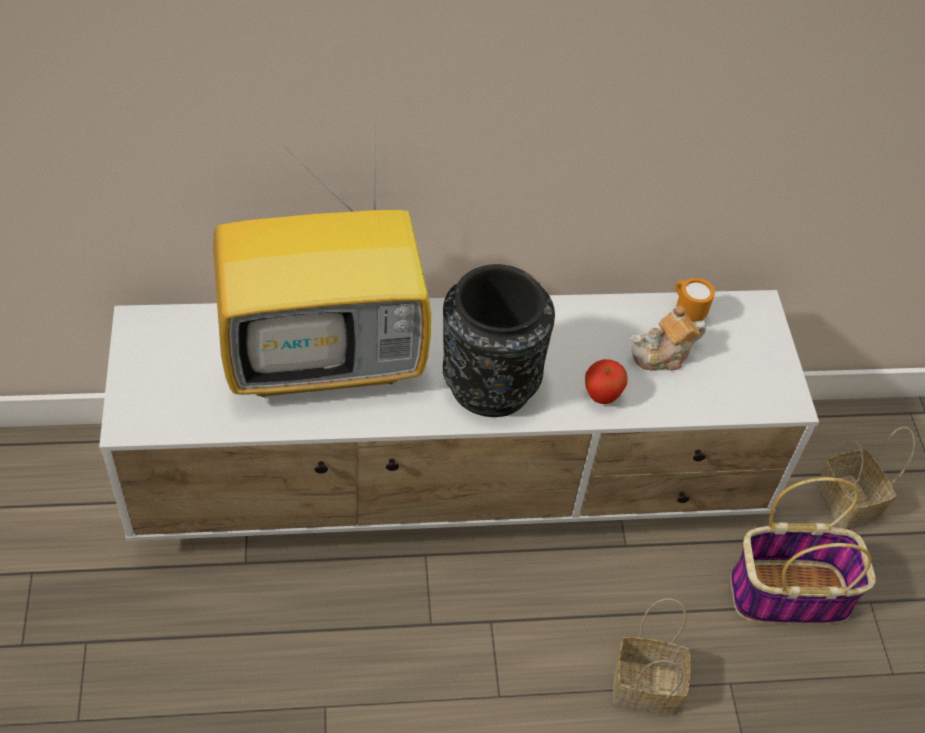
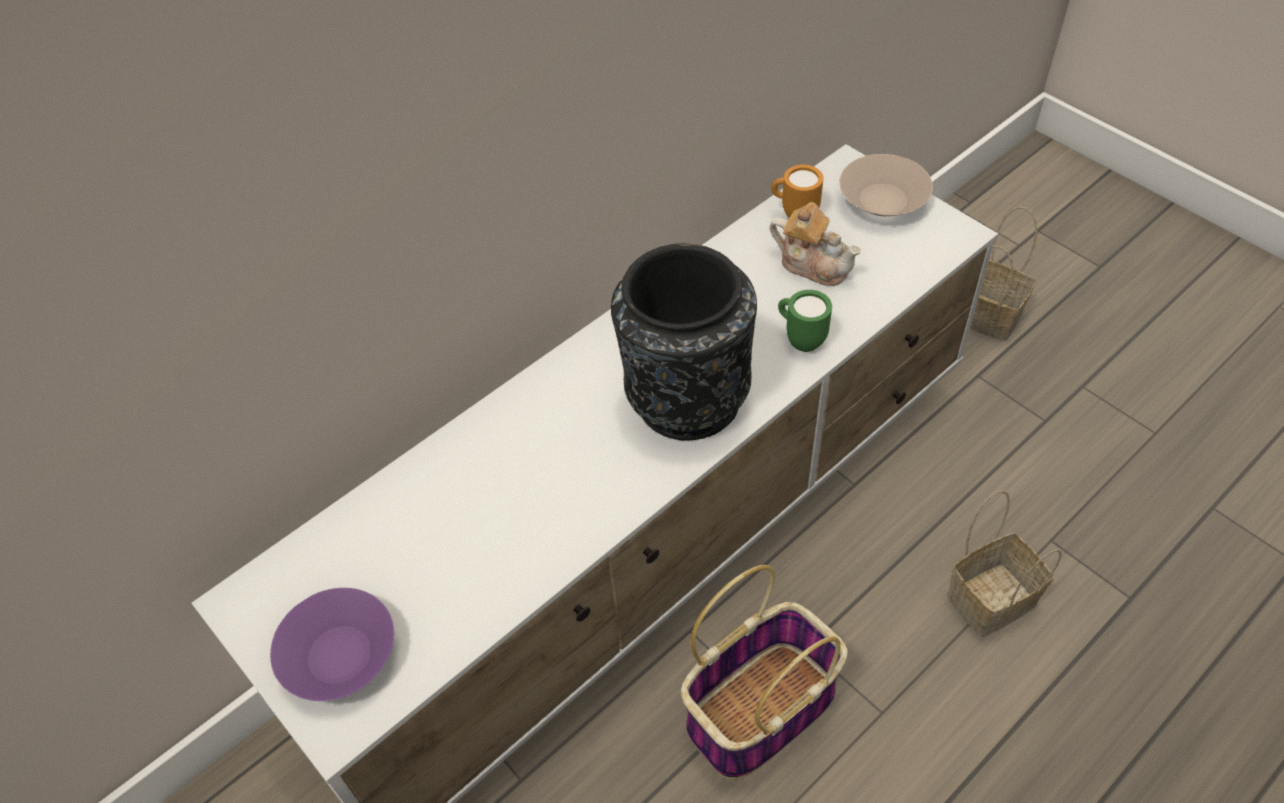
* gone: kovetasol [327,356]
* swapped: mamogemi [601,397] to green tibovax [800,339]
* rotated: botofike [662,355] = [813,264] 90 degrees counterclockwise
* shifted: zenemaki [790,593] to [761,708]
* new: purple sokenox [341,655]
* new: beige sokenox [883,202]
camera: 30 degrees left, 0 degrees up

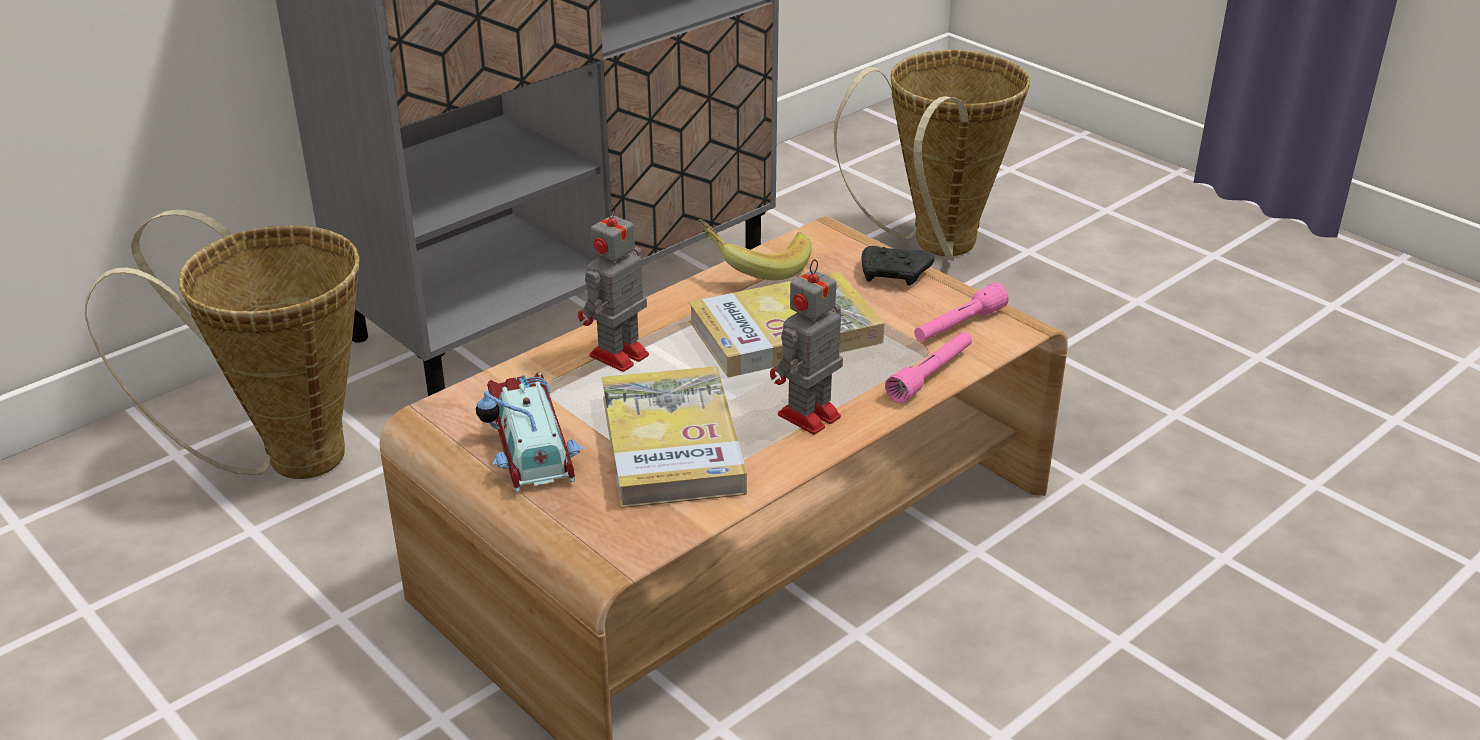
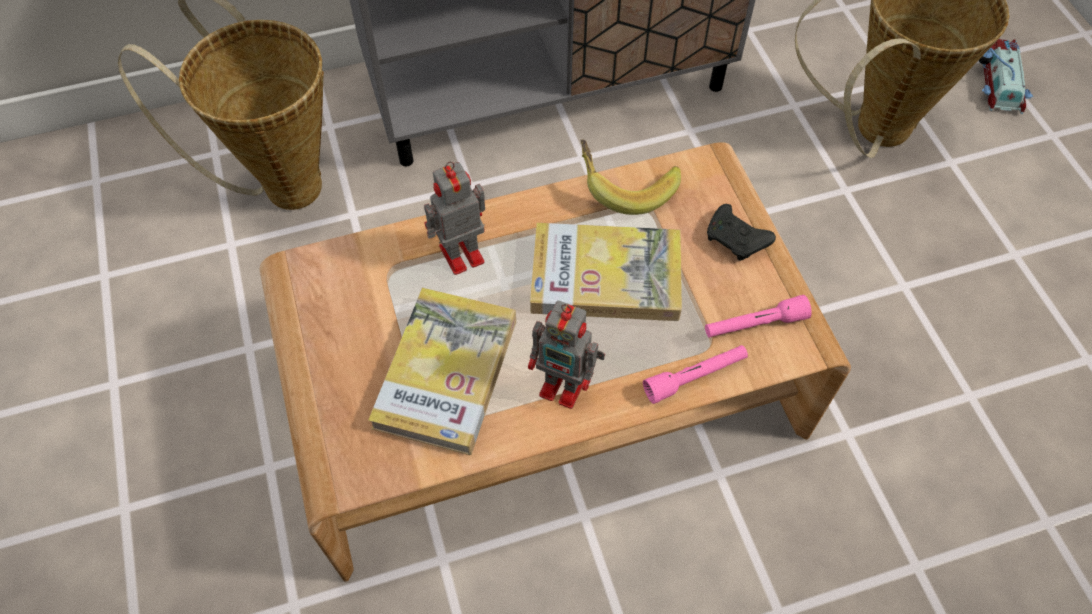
* shifted: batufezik [526,443] to [997,81]
* rotated: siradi [807,417] = [566,385] 135 degrees counterclockwise
camera: 25 degrees right, 25 degrees up

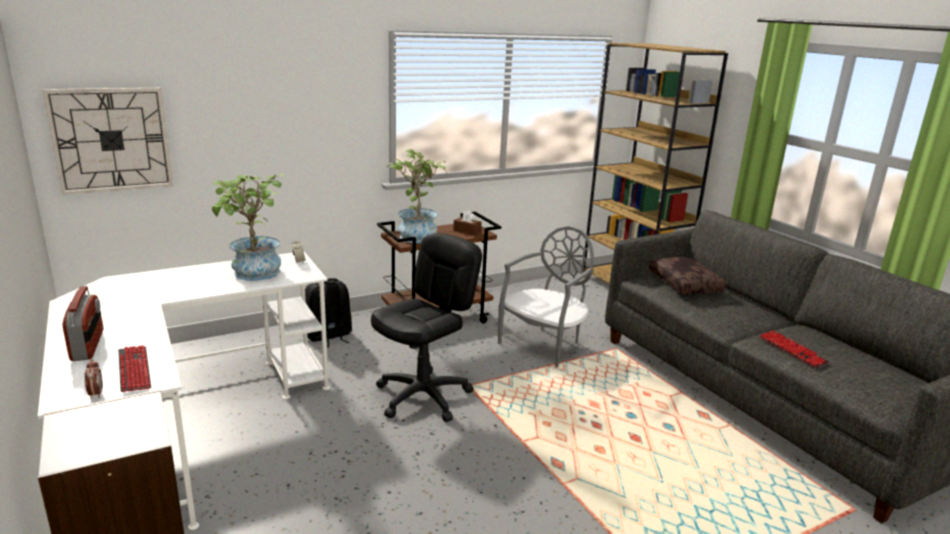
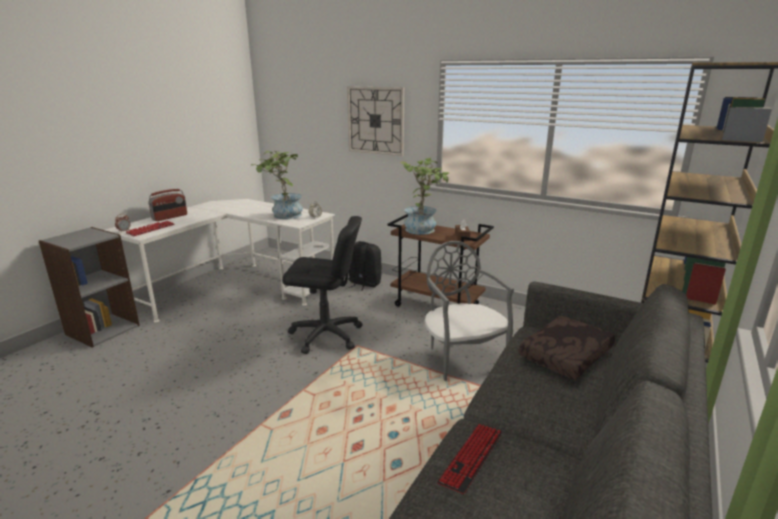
* shifted: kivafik [111,140] to [375,120]
* rotated: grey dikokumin [544,345] = [462,357] 120 degrees counterclockwise
camera: 60 degrees right, 0 degrees up

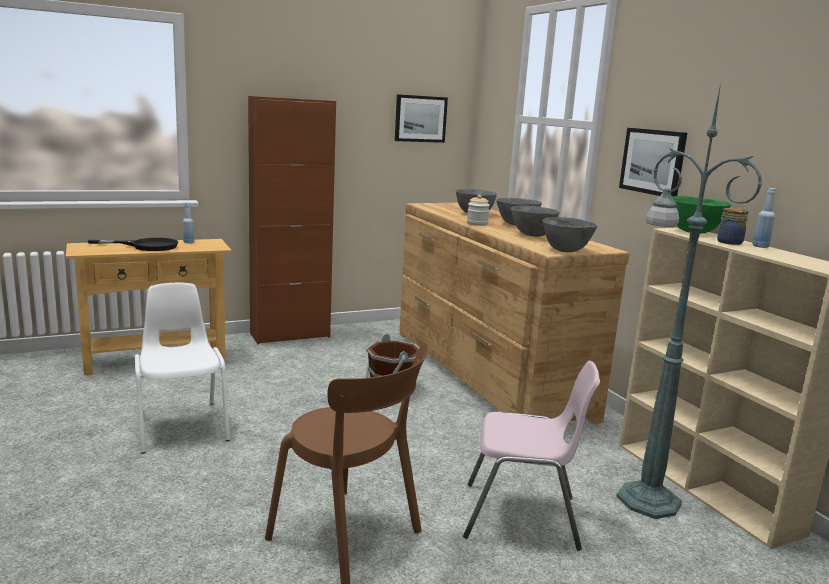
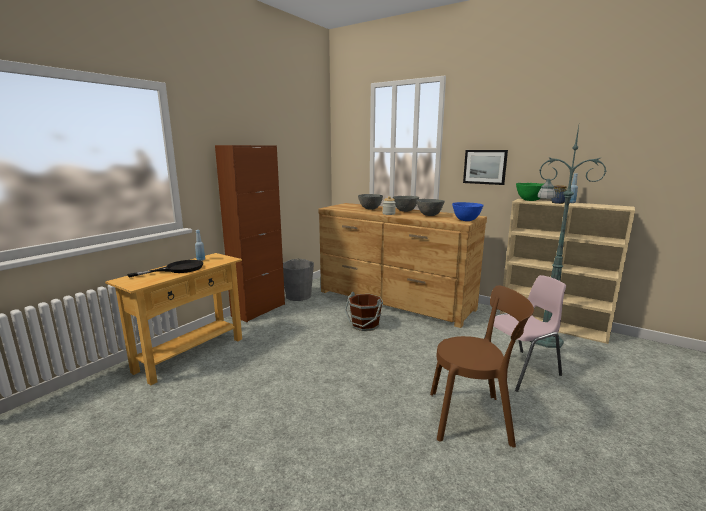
* gone: white dikokumin [182,425]
* gone: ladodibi [420,119]
* repainted: grey sokenox [565,250] to blue sokenox [466,220]
* new: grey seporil [298,296]
camera: 30 degrees left, 0 degrees up

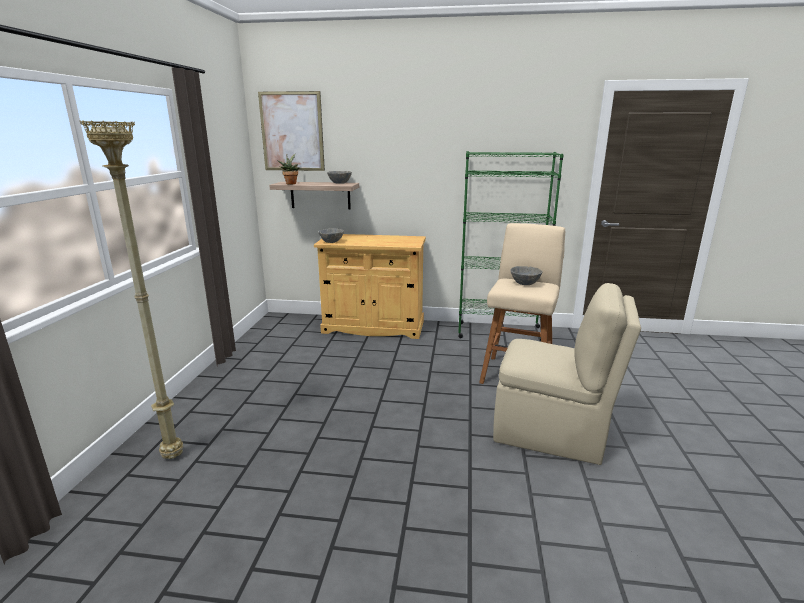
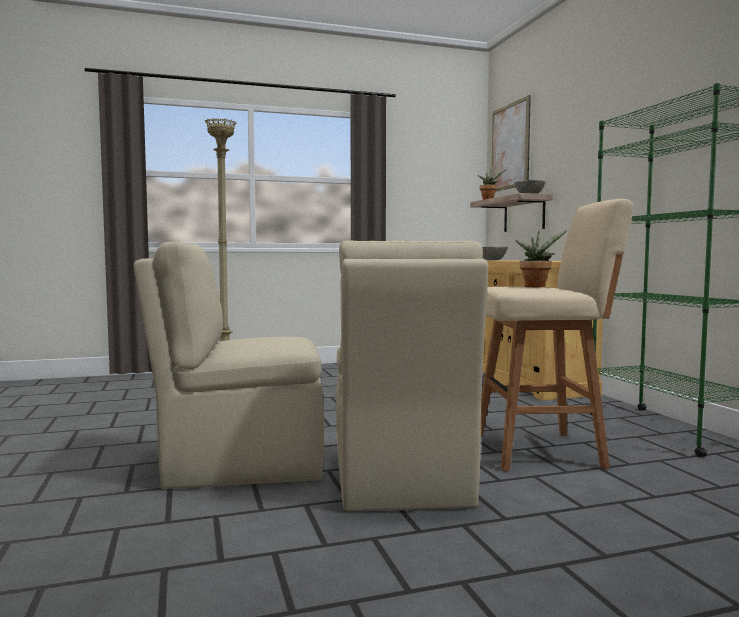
* swapped: grey sokenox [525,283] to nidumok [536,286]
* new: beige dikokumin [240,465]
camera: 65 degrees right, 15 degrees down

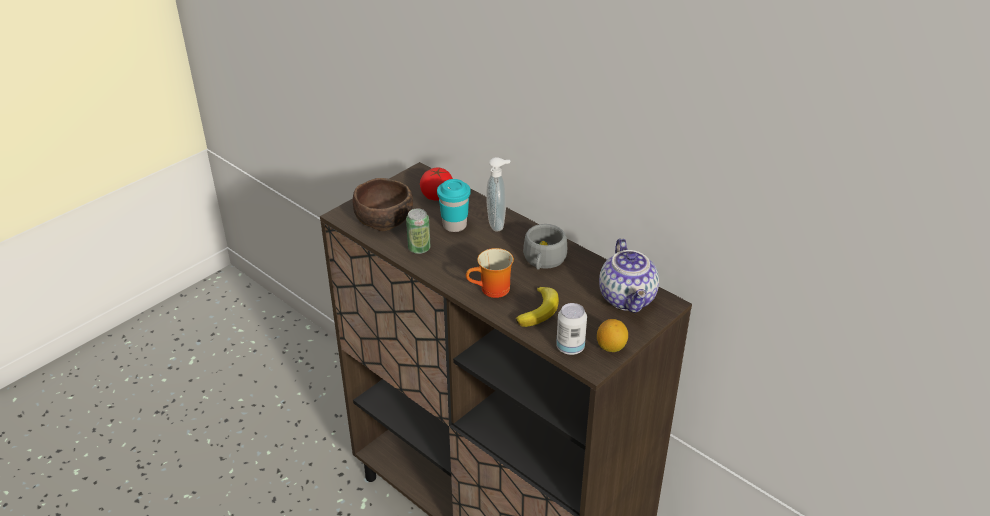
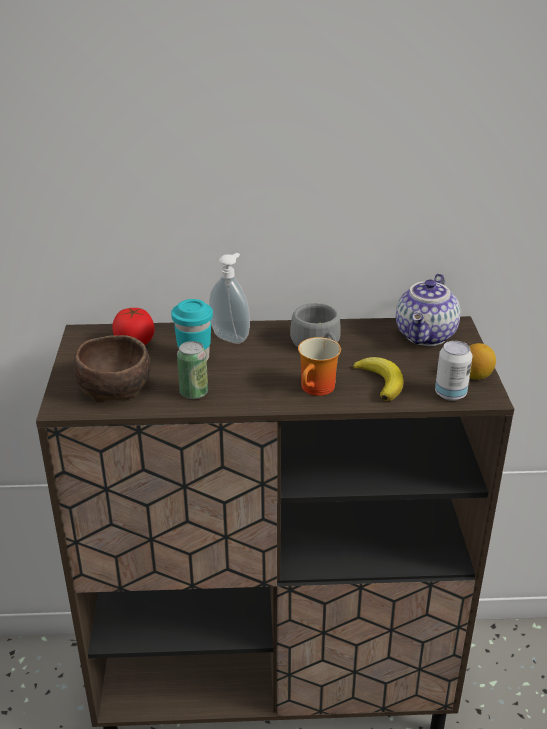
* rotated: botofike [628,299] = [427,336] 75 degrees clockwise
camera: 45 degrees left, 5 degrees down

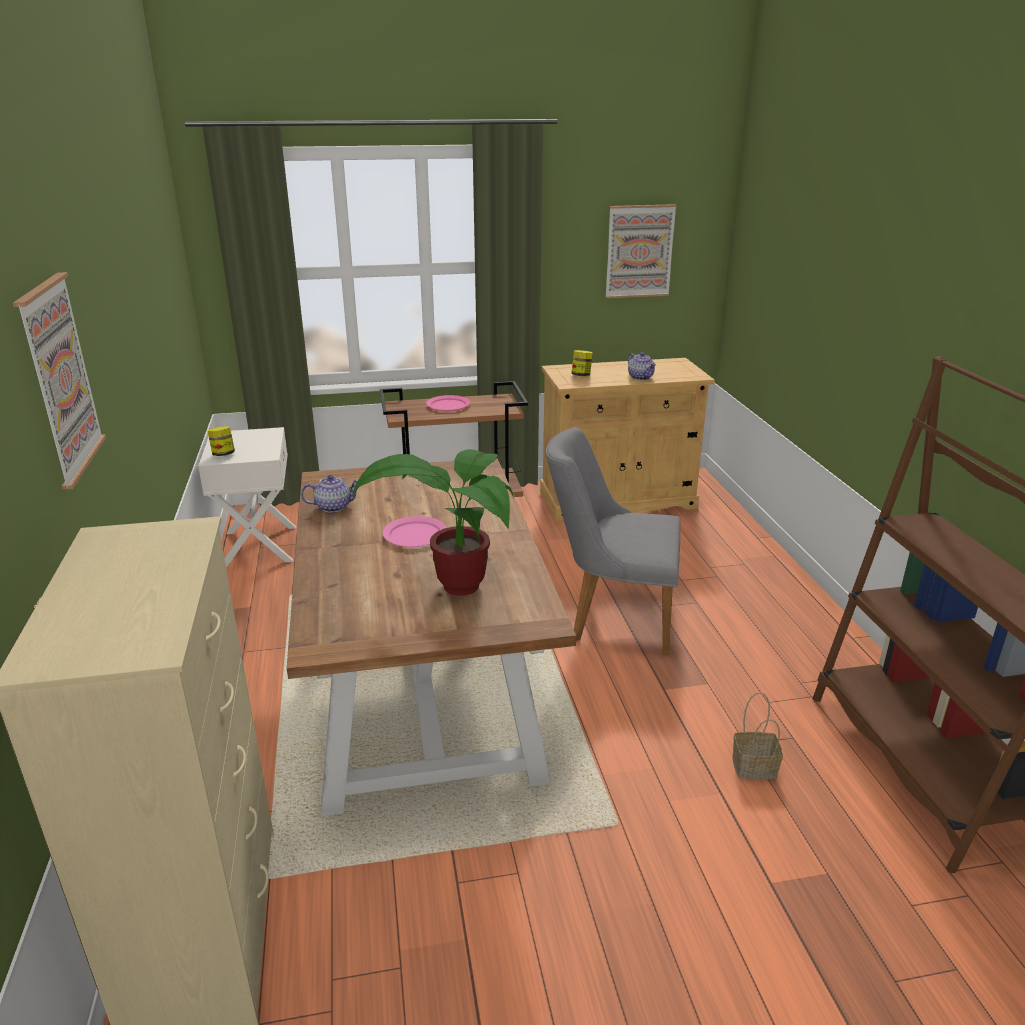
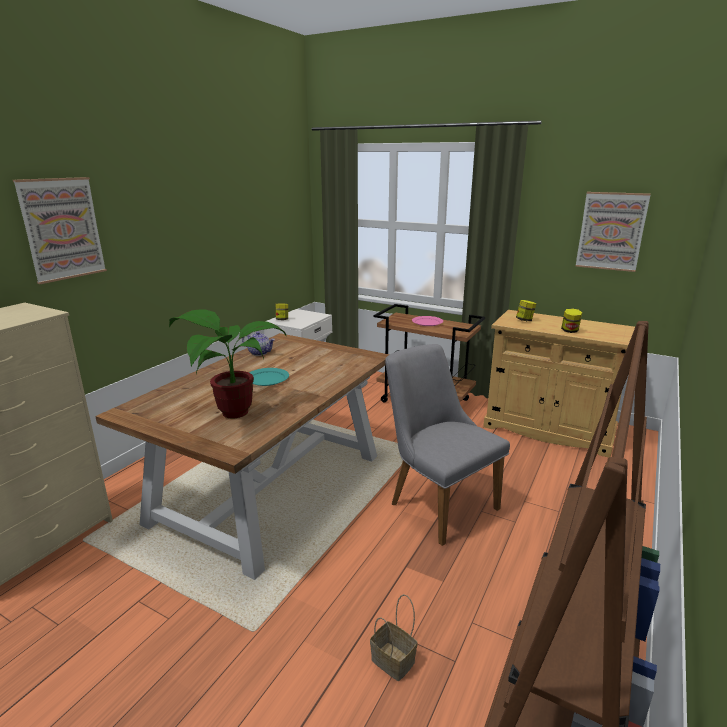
* repainted: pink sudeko [415,535] to turquoise sudeko [267,379]
* swapped: botofike [641,377] to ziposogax [570,331]
camera: 40 degrees right, 5 degrees down

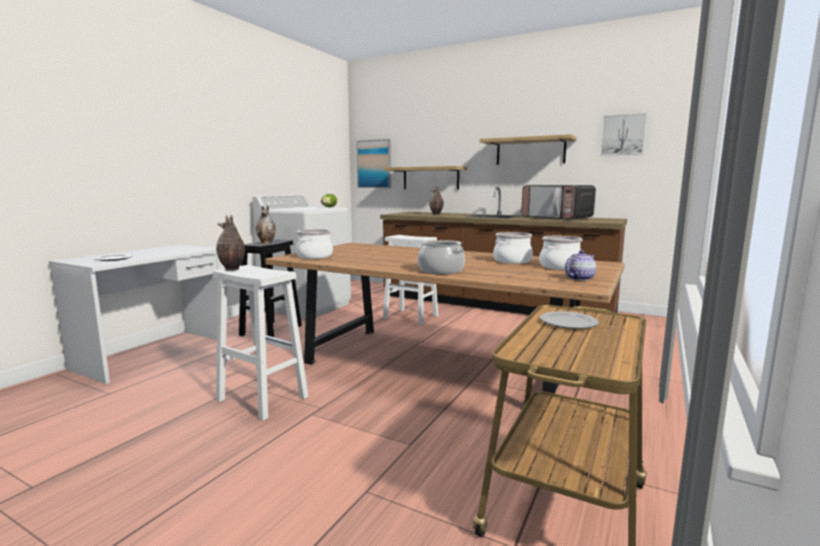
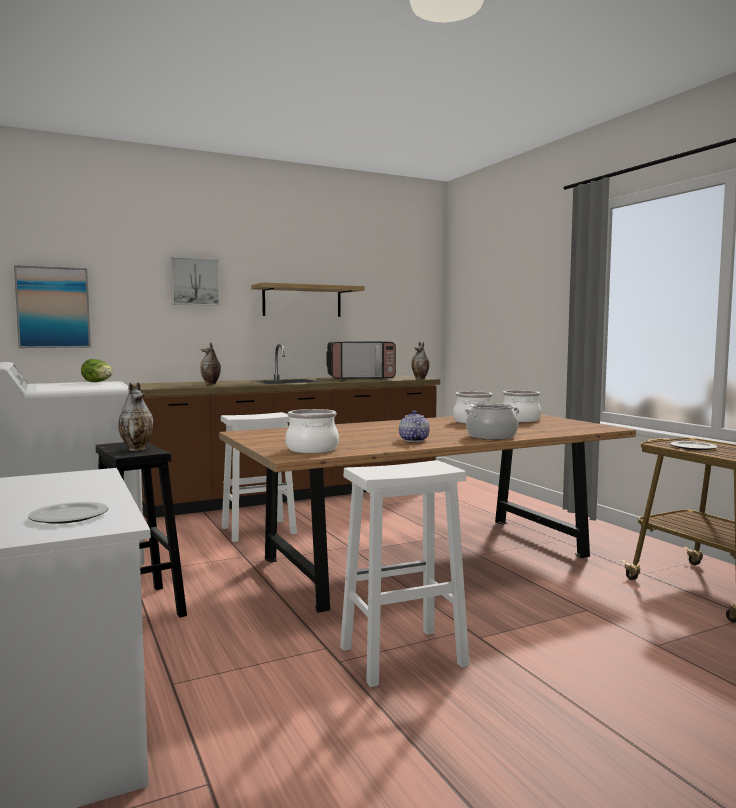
* shifted: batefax [232,269] to [420,378]
* gone: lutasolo [430,178]
* shifted: botofike [578,278] to [413,440]
* shifted: ladodibi [623,135] to [194,282]
camera: 55 degrees left, 5 degrees down

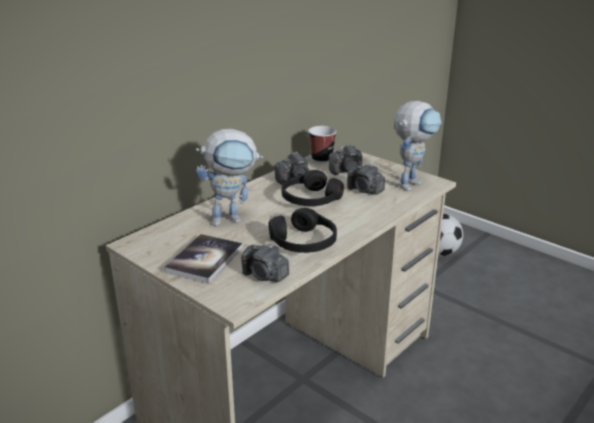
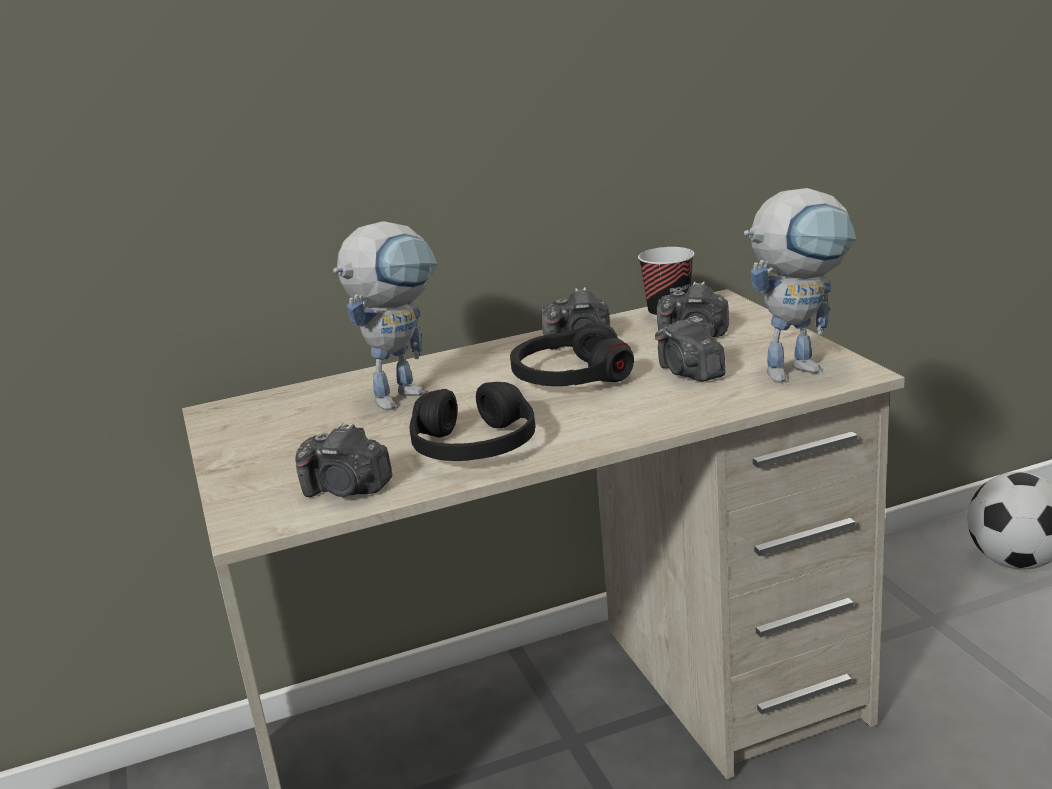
* gone: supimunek [204,260]
* rotated: siradi [233,218] = [405,393] 60 degrees counterclockwise
* rotated: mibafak [265,276] = [347,490] 45 degrees counterclockwise
camera: 30 degrees right, 5 degrees down

